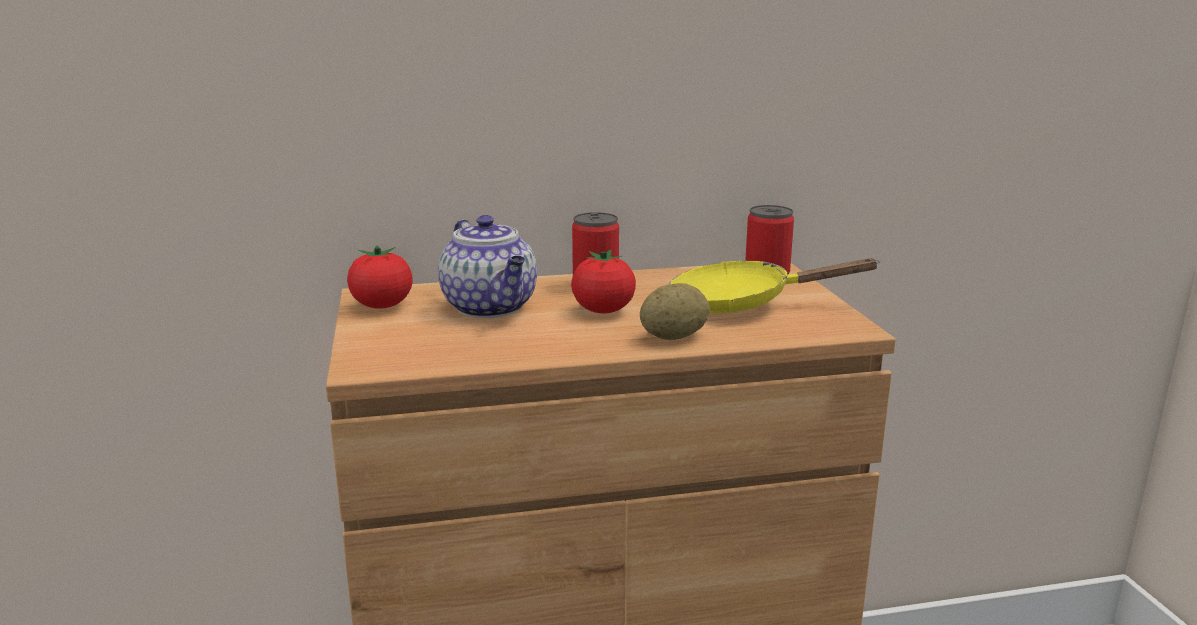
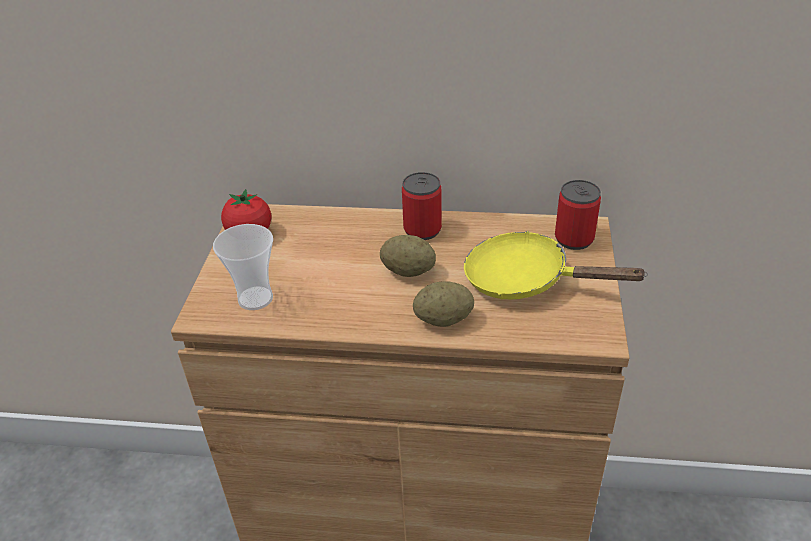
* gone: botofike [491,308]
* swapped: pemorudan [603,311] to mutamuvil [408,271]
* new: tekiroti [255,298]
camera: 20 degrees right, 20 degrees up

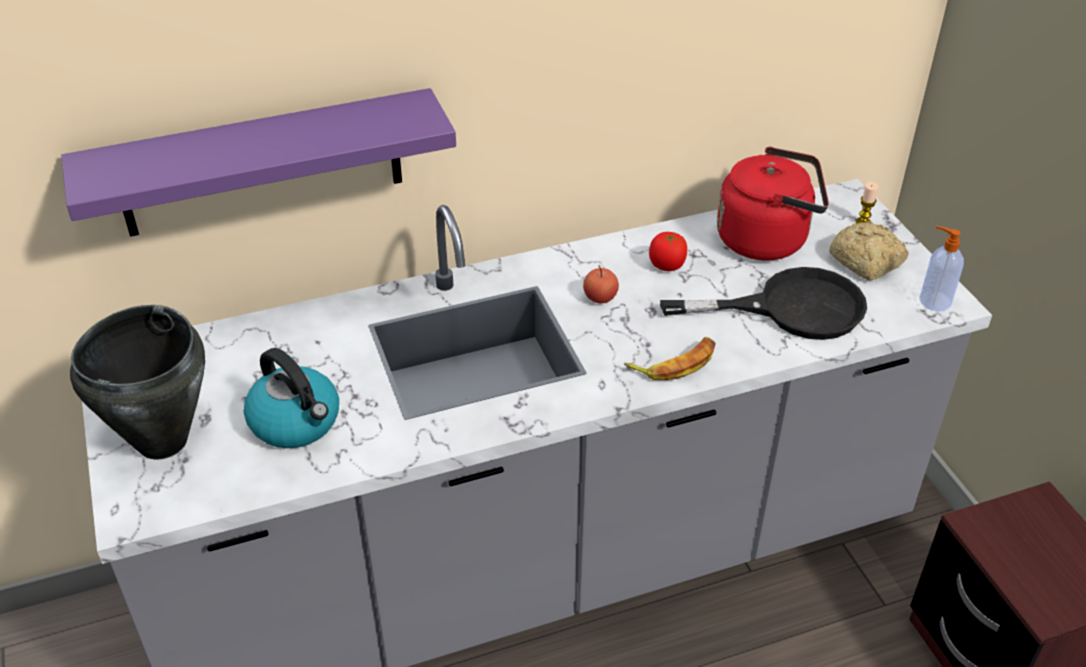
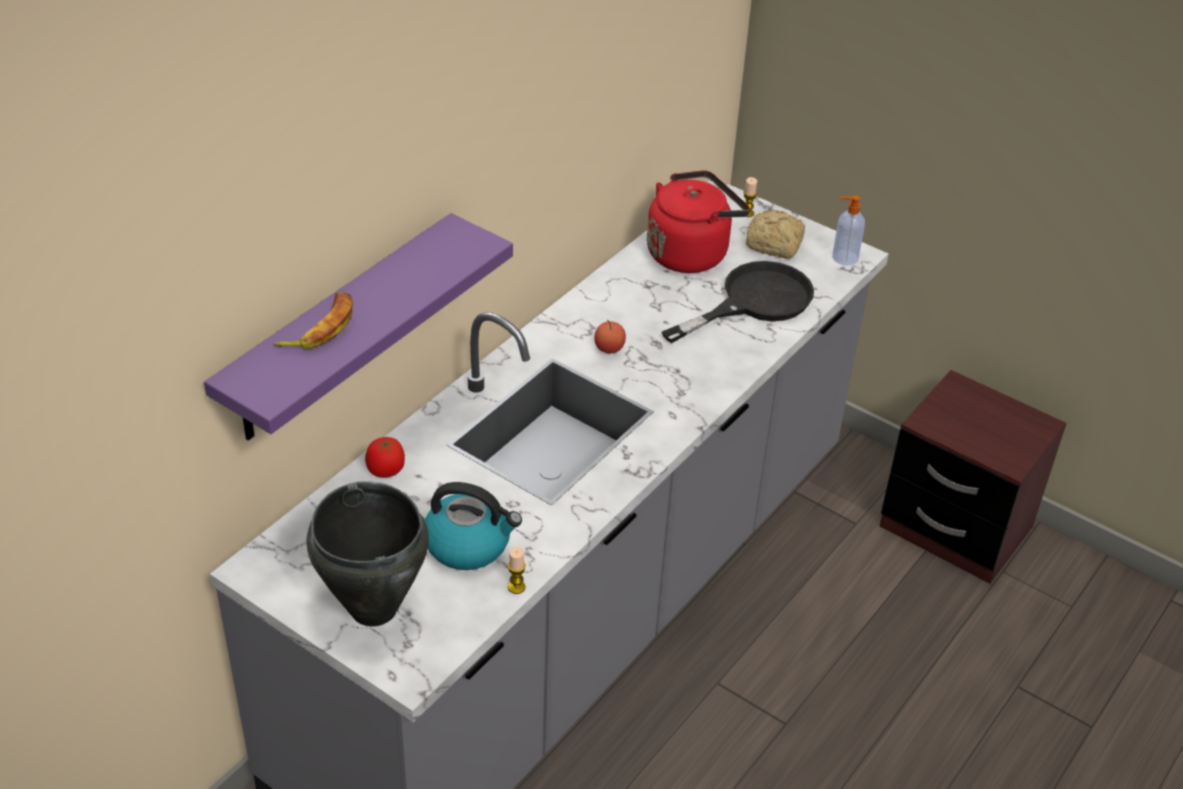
* shifted: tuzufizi [675,363] to [320,328]
* shifted: pemorudan [666,266] to [385,471]
* new: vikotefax [516,587]
camera: 35 degrees left, 0 degrees up

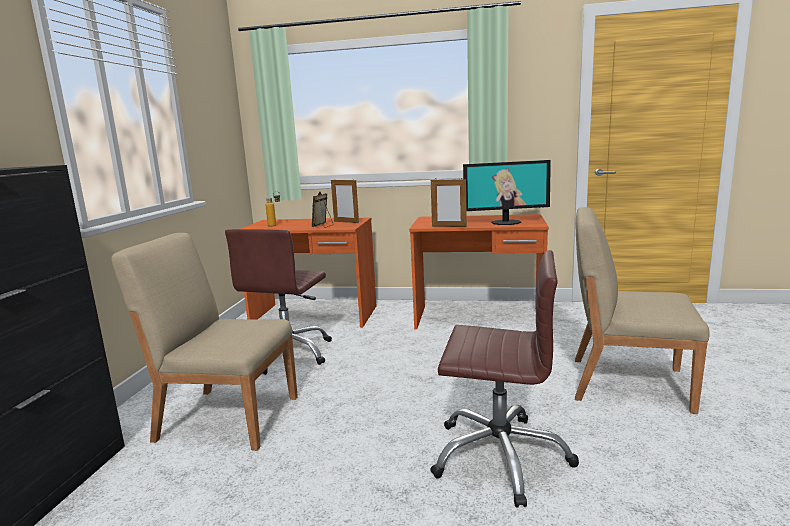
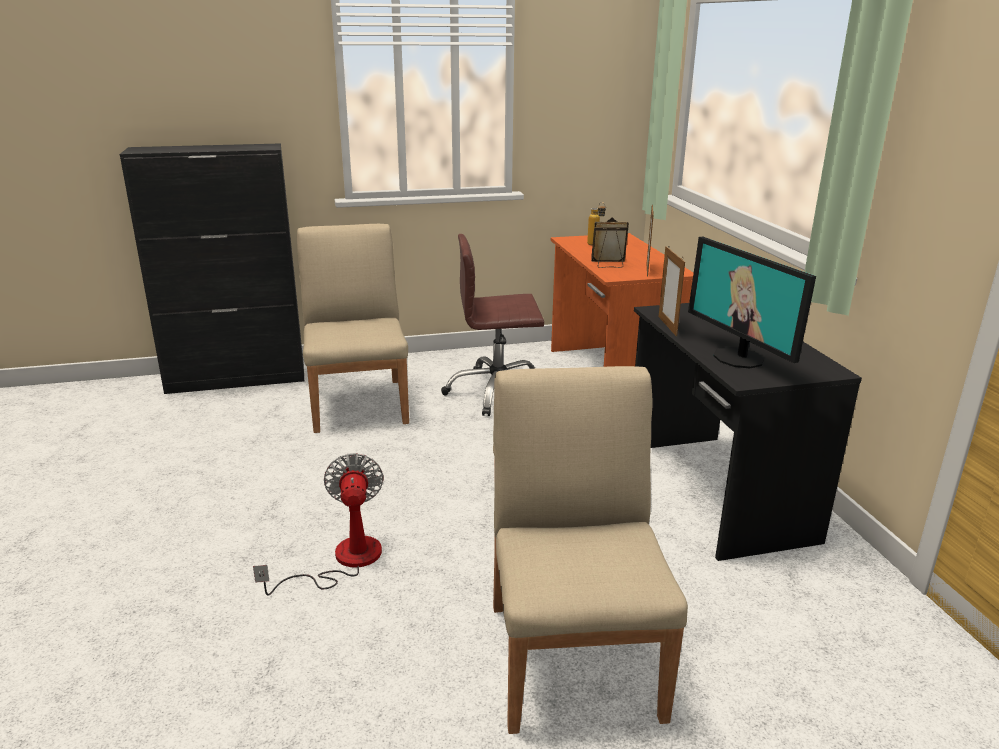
* repainted: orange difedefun [479,319] to black difedefun [714,492]
* swapped: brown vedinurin [500,455] to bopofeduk [343,561]
camera: 65 degrees right, 10 degrees up

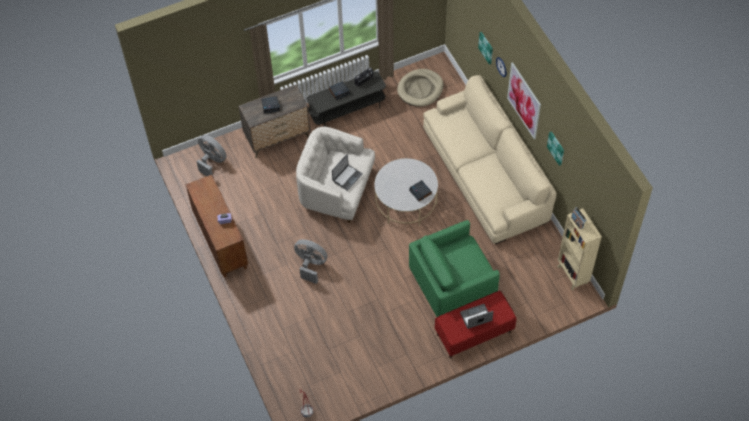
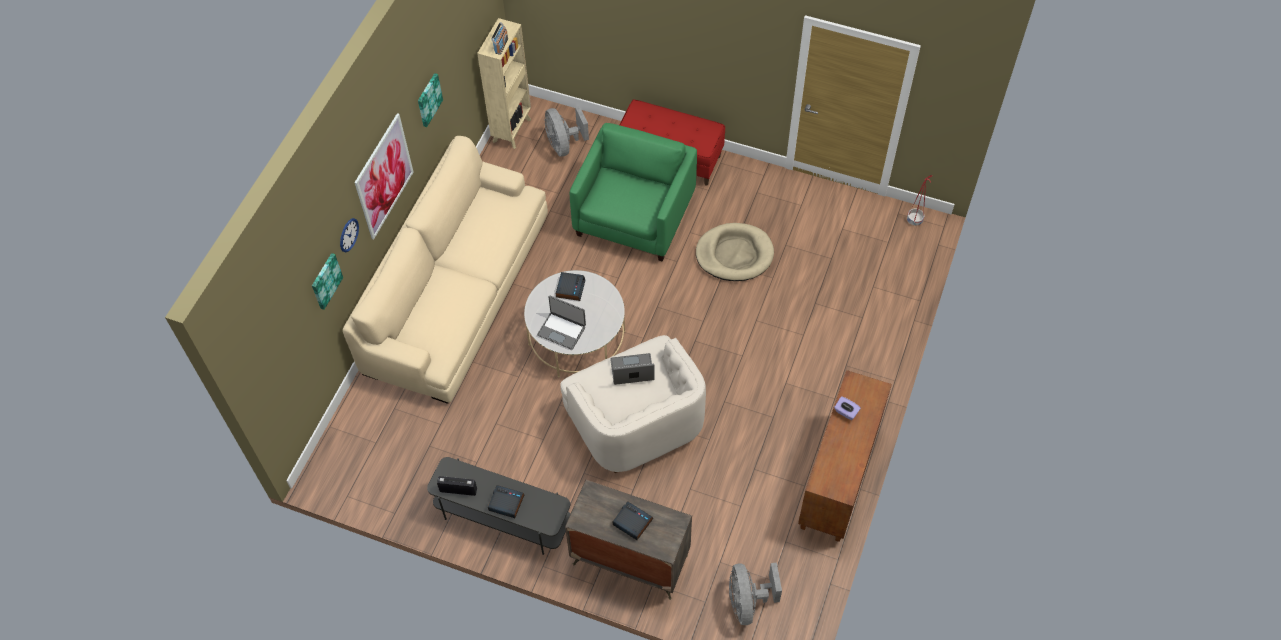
* shifted: grey bopofeduk [311,265] to [564,145]
* shifted: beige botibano [420,89] to [734,254]
* rotated: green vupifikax [452,284] = [634,216] 90 degrees counterclockwise
* shifted: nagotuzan [476,317] to [562,330]
camera: 135 degrees left, 0 degrees up

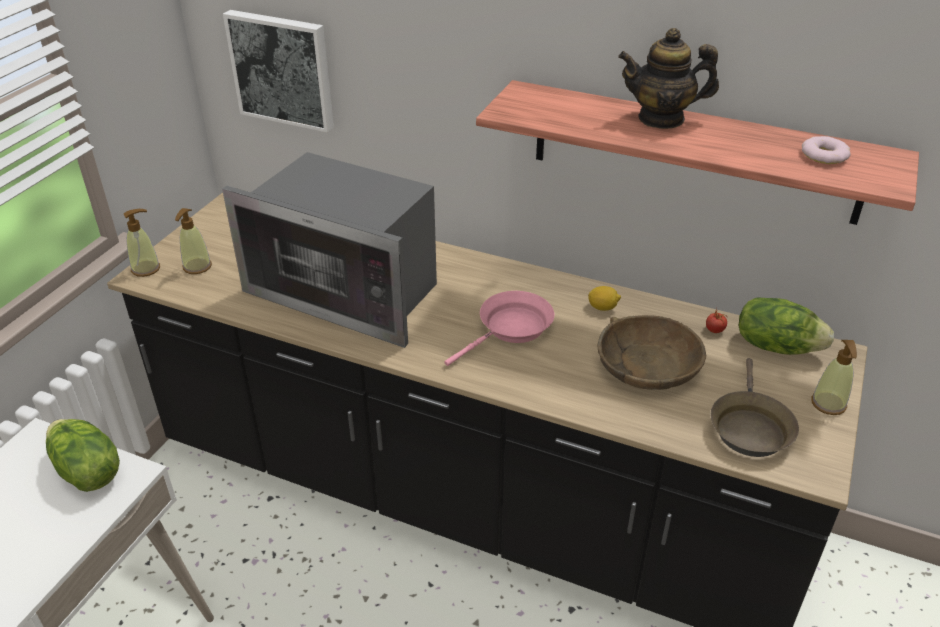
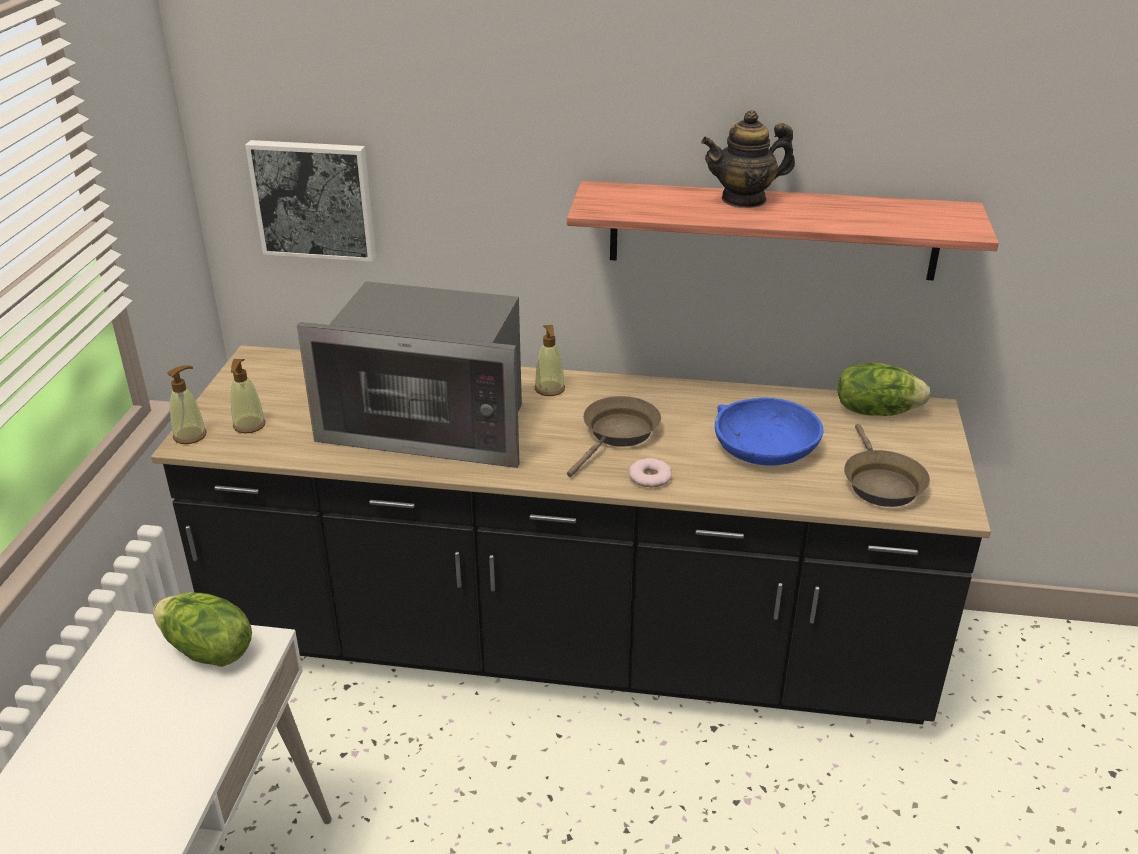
* repainted: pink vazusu [511,329] to brown vazusu [618,434]
* gone: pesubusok [603,307]
* repainted: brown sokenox [647,366] to blue sokenox [764,446]
* gone: pemorudan [714,330]
* shifted: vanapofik [824,155] to [650,477]
* shifted: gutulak [828,404] to [549,389]
camera: 15 degrees left, 5 degrees down

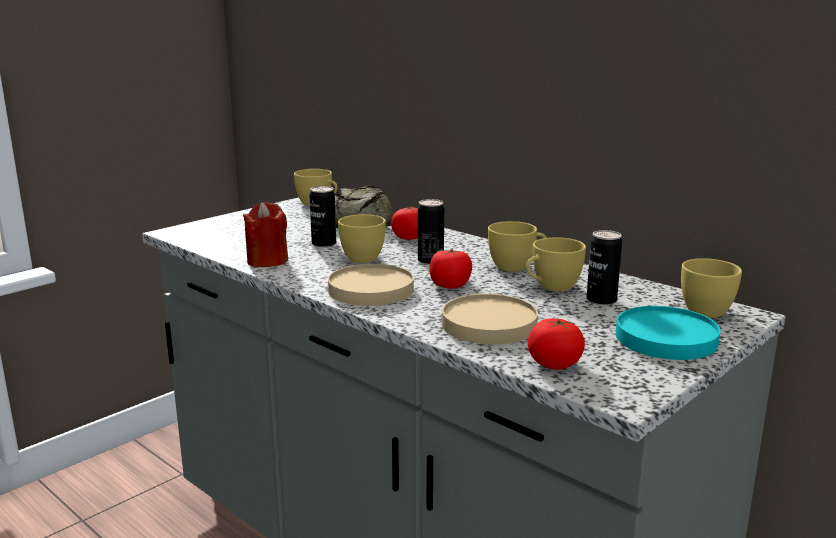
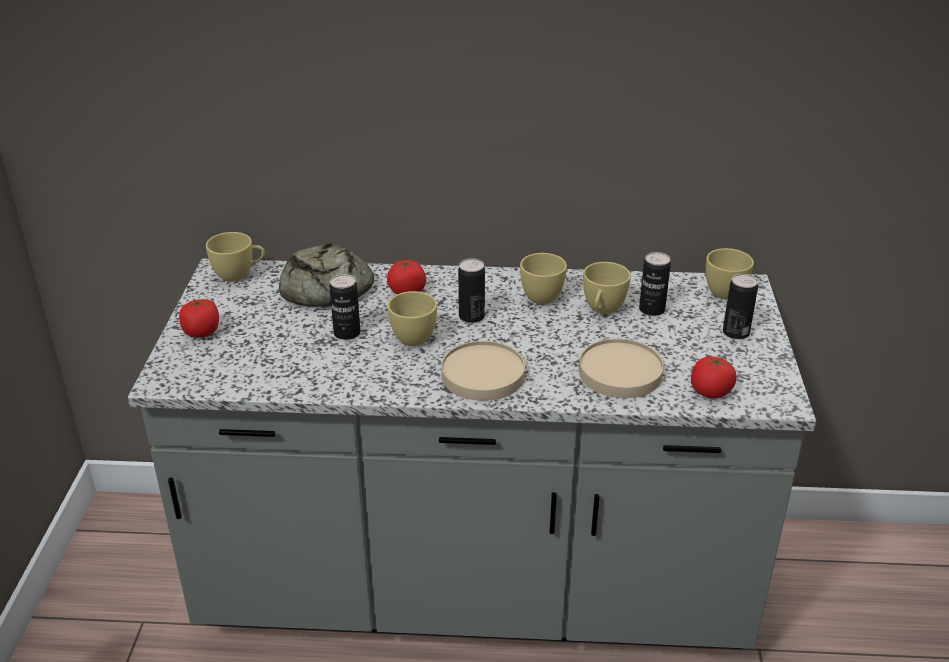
* gone: red vikotefax [267,261]
* shifted: pemorudan [450,285] to [202,332]
* swapped: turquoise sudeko [665,338] to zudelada [736,332]
camera: 40 degrees left, 15 degrees up

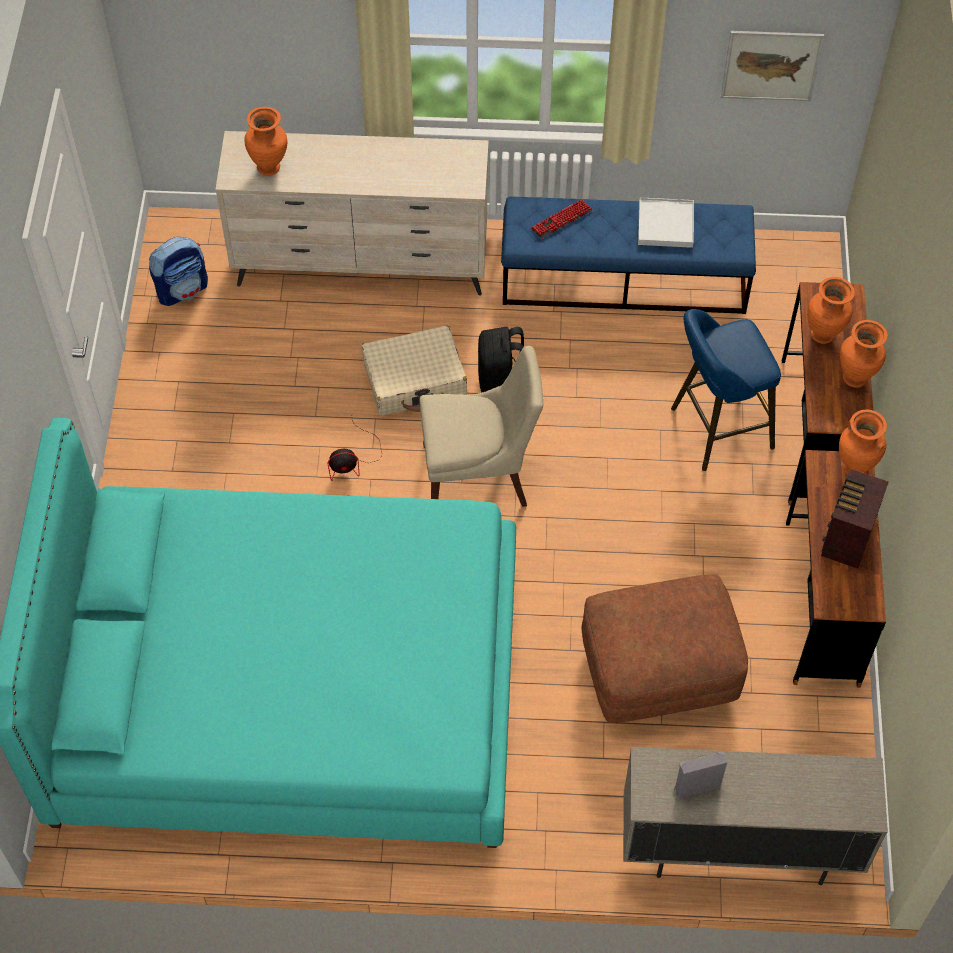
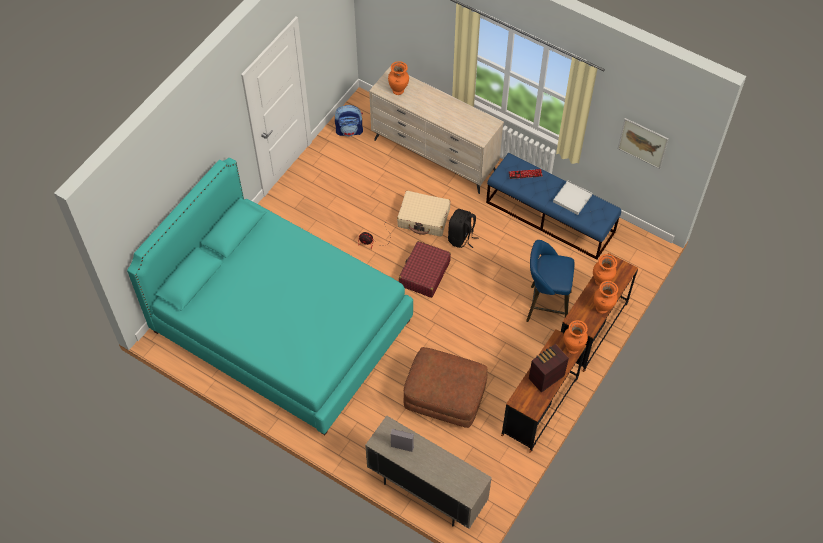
* swapped: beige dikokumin [479,475] to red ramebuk [424,274]
camera: 30 degrees right, 0 degrees up

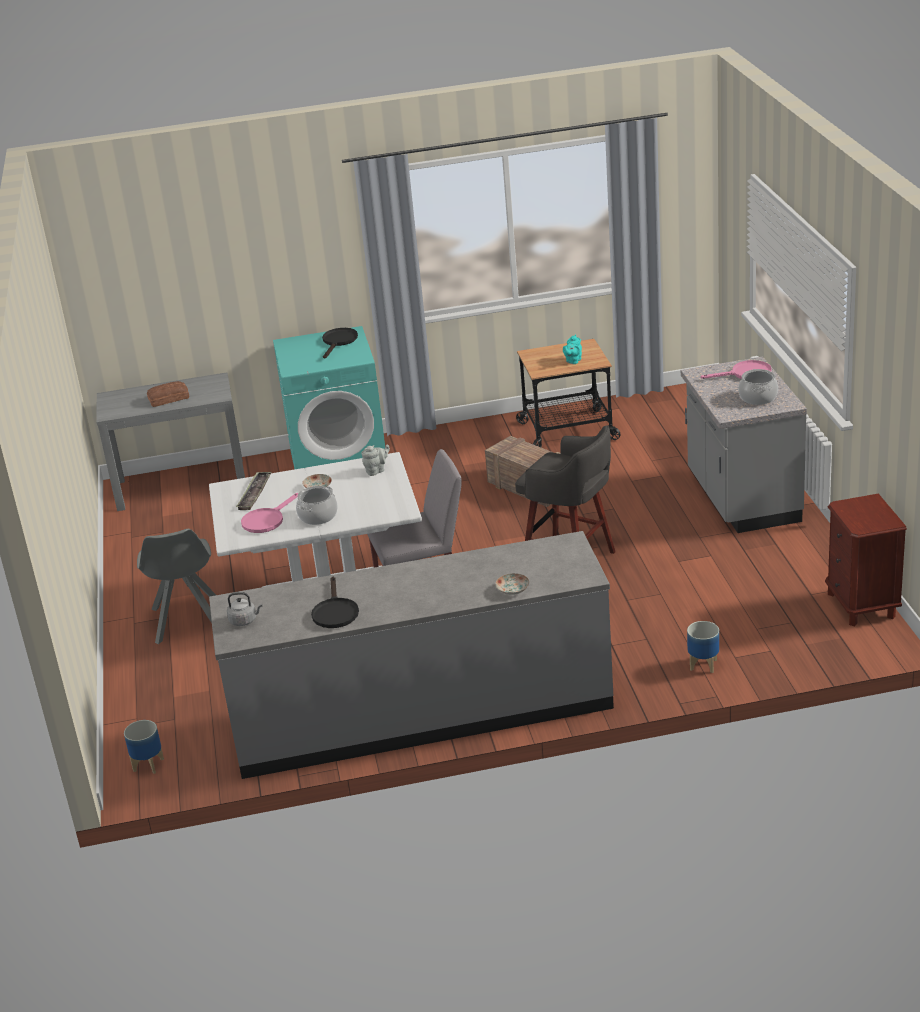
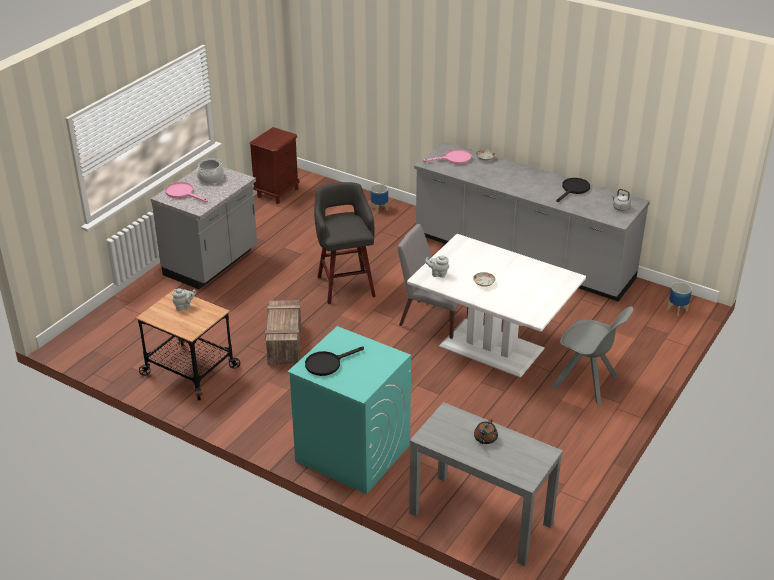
* rotated: grey dikokumin [187,621] = [587,383] 90 degrees clockwise
* swapped: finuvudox [168,398] to brown botofike [485,438]
* gone: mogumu [254,494]
* shifted: pink vazusu [266,520] to [454,159]
* gone: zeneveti [318,516]
* repainted: turquoise botofike [573,361] to grey botofike [184,307]
camera: 140 degrees left, 5 degrees up

